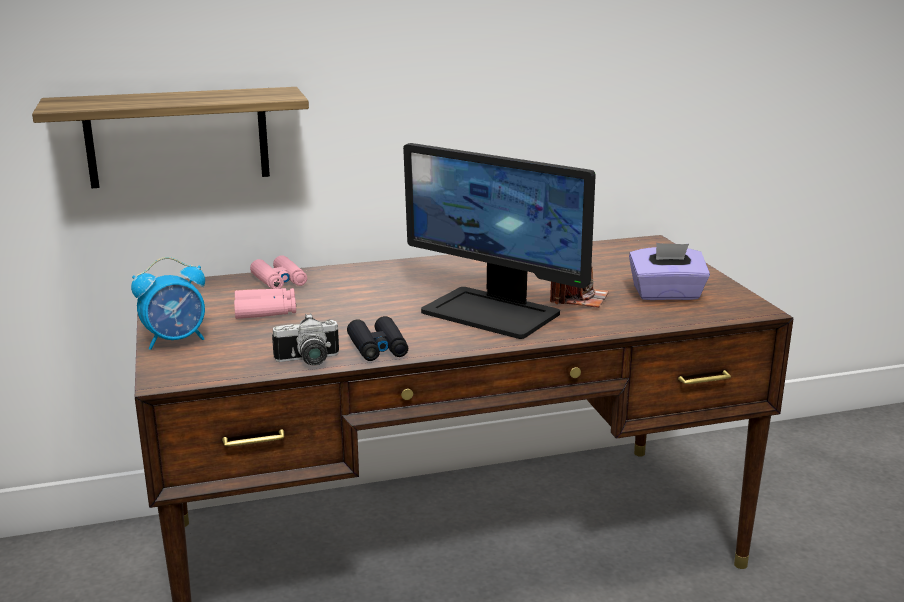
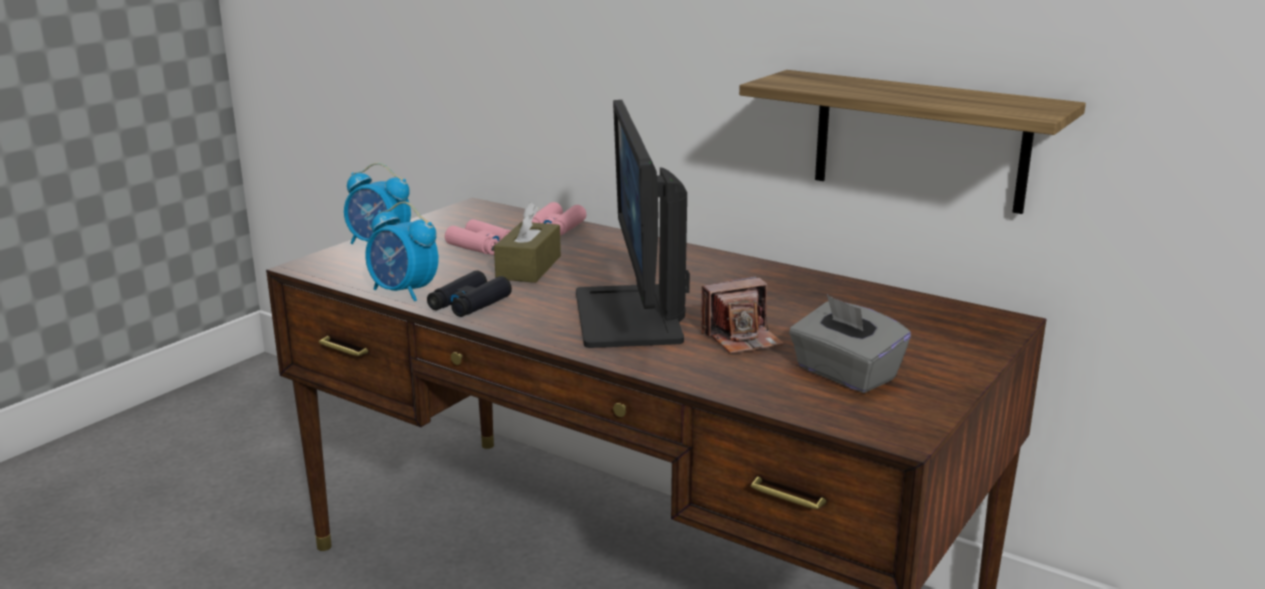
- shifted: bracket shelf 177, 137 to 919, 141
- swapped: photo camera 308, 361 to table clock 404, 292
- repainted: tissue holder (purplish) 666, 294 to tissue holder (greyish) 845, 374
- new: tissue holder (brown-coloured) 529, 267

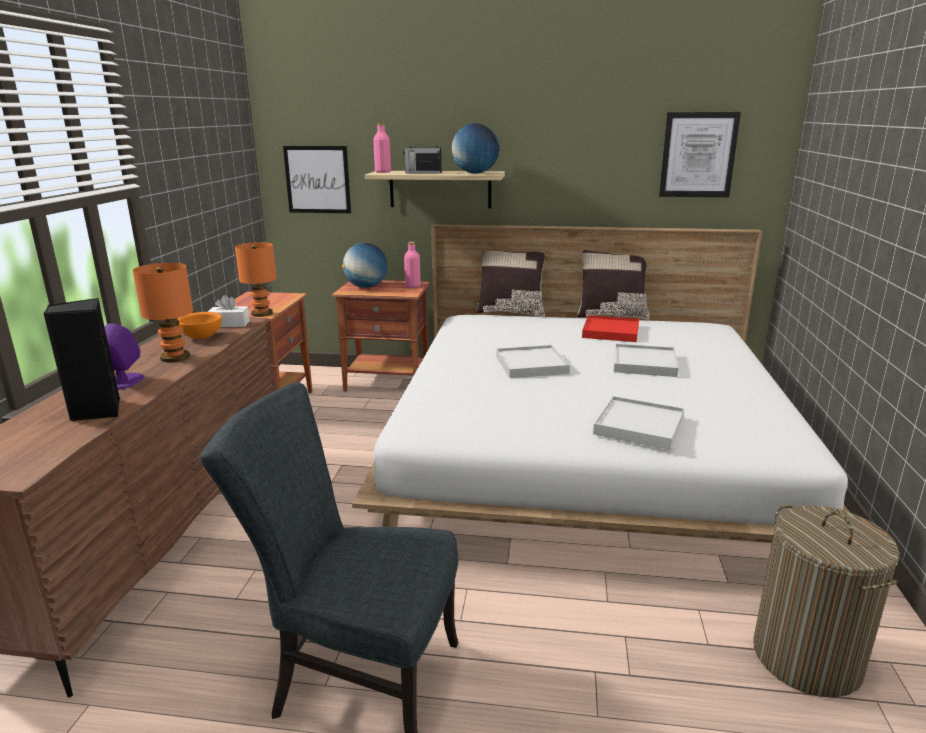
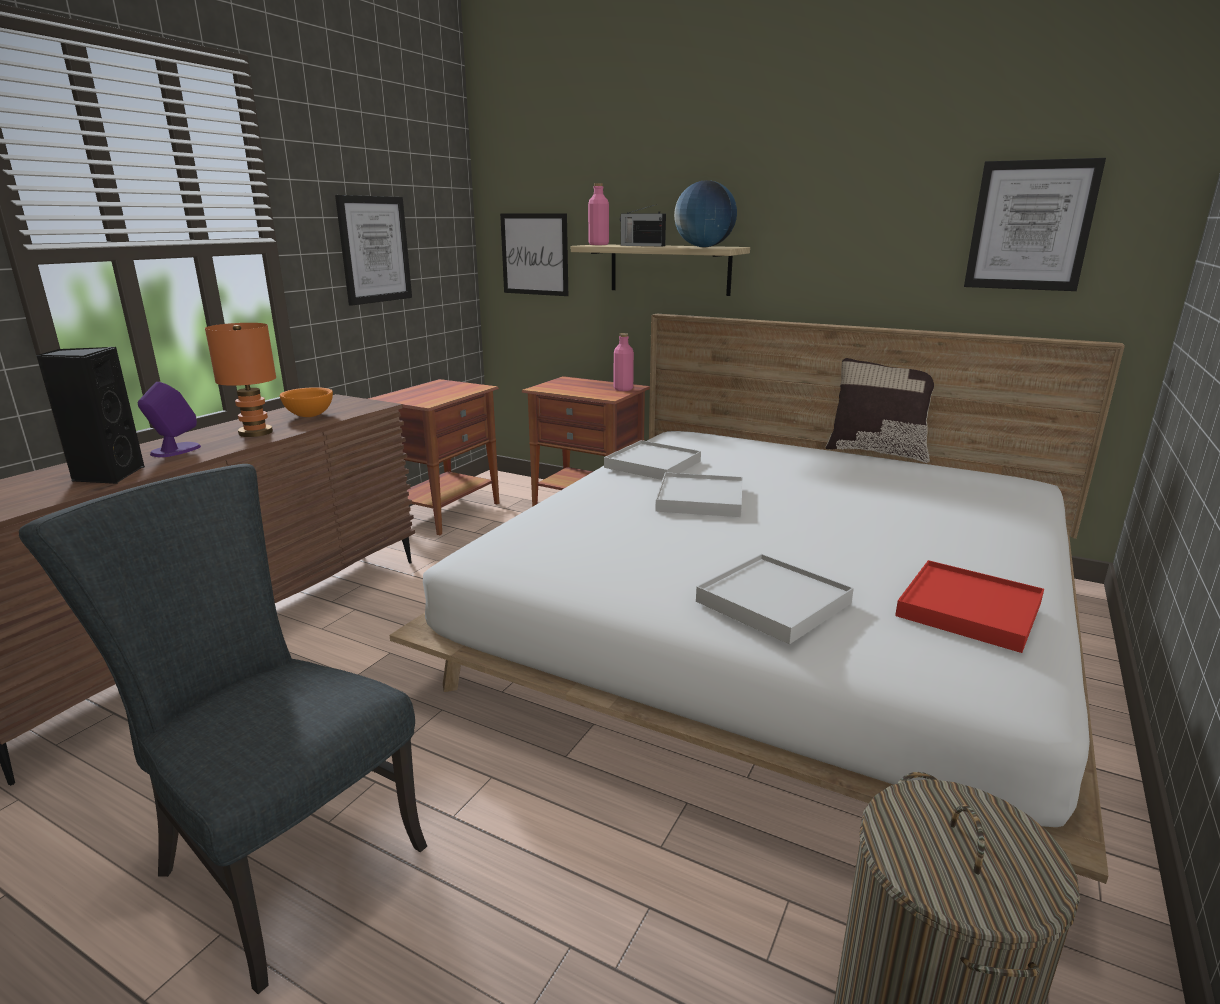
- gone: tissue holder (white-coloured) 229, 324
- gone: table lamp (orange-coloured) 261, 314
- gone: desk globe 366, 287
- gone: pillow 511, 312
- shifted: carrying tray (red) 610, 332 to 968, 610
- shifted: carrying tray (white-coloured) 644, 363 to 652, 464
- new: wall picture 374, 249

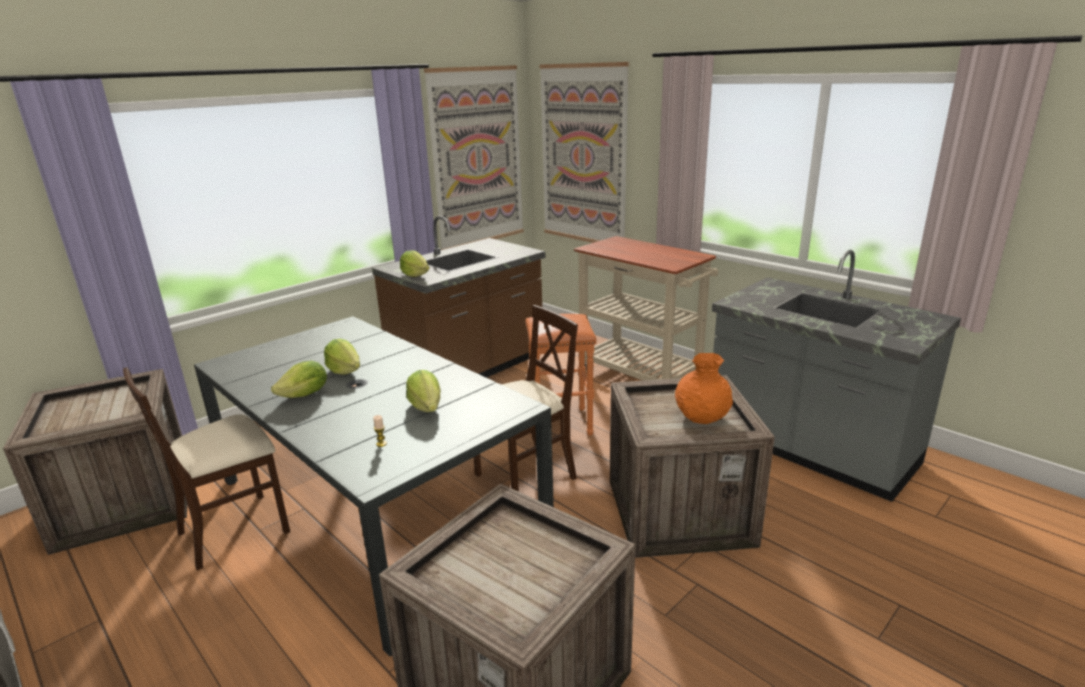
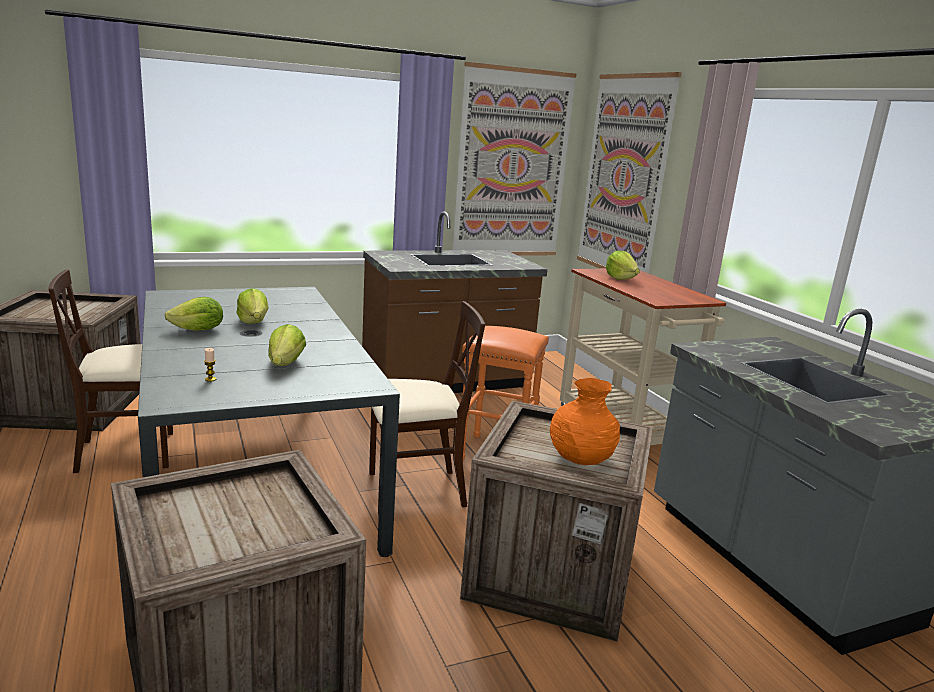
- shifted: lettuce head 415, 275 to 620, 278

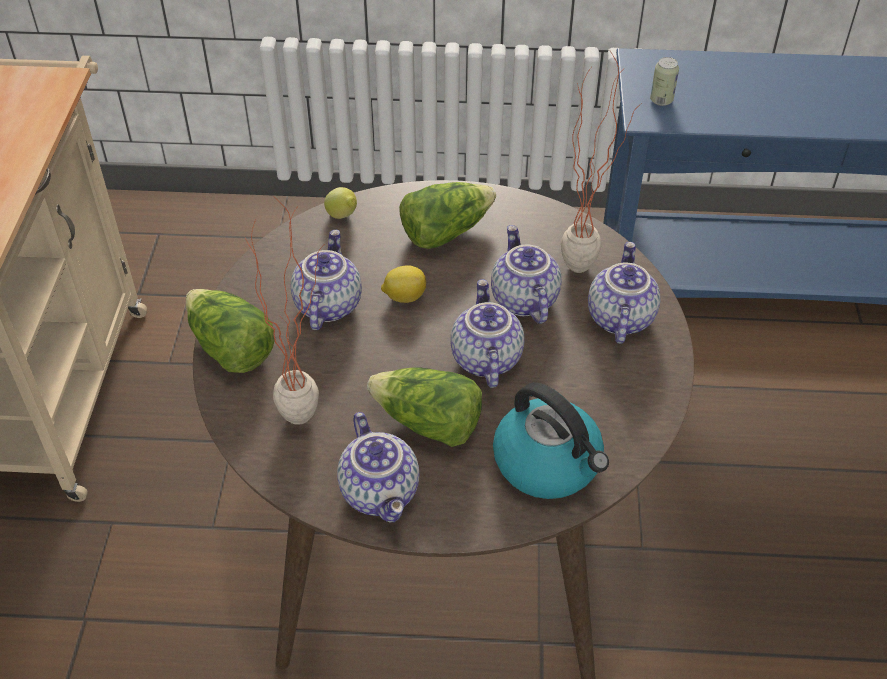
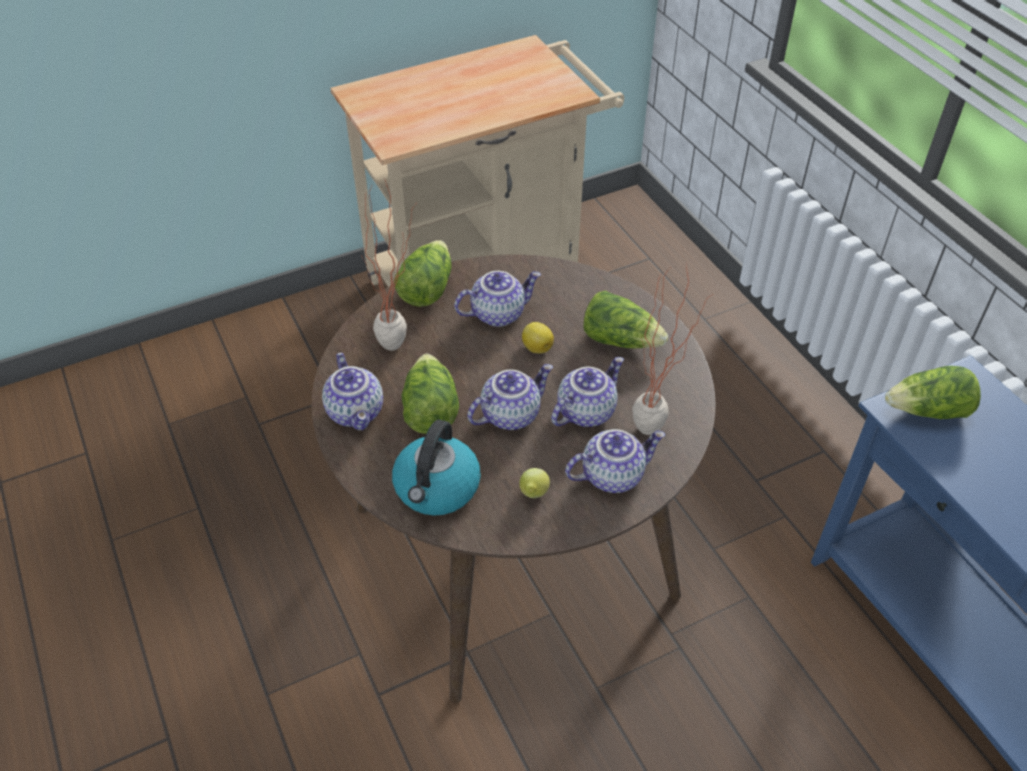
- shifted: citrus fruit 343, 216 to 533, 494
- rotated: teapot 382, 492 = 357, 412 60 degrees counterclockwise
- swapped: can 661, 100 to lettuce head 928, 411

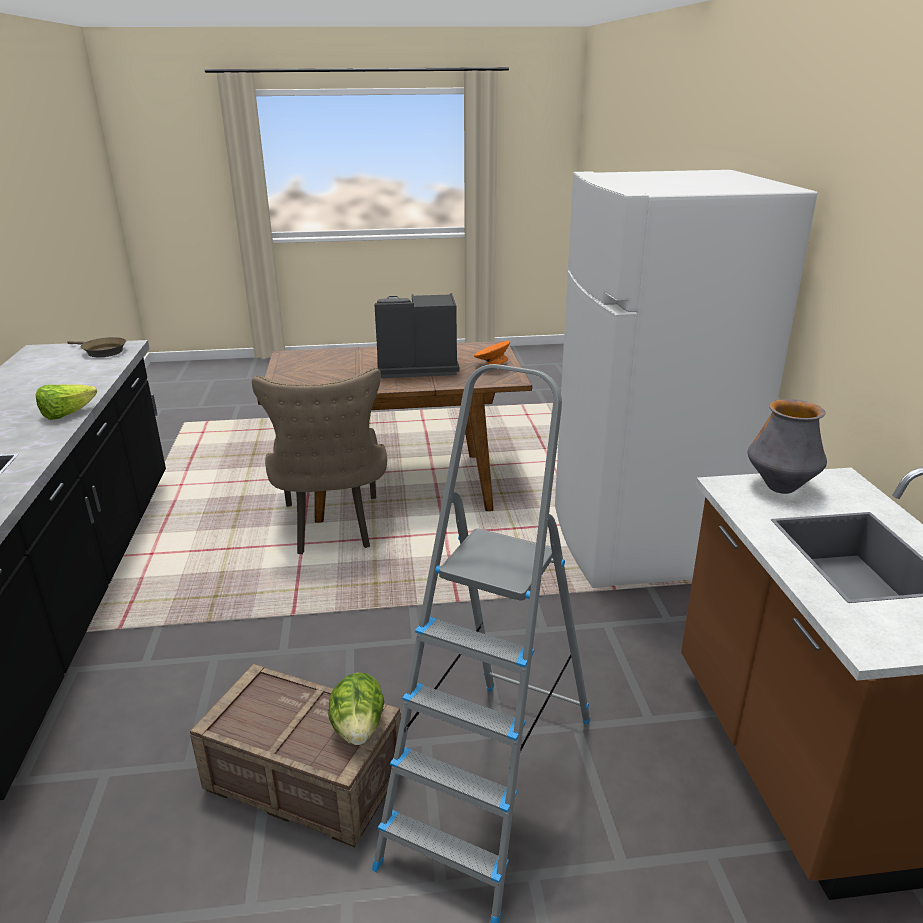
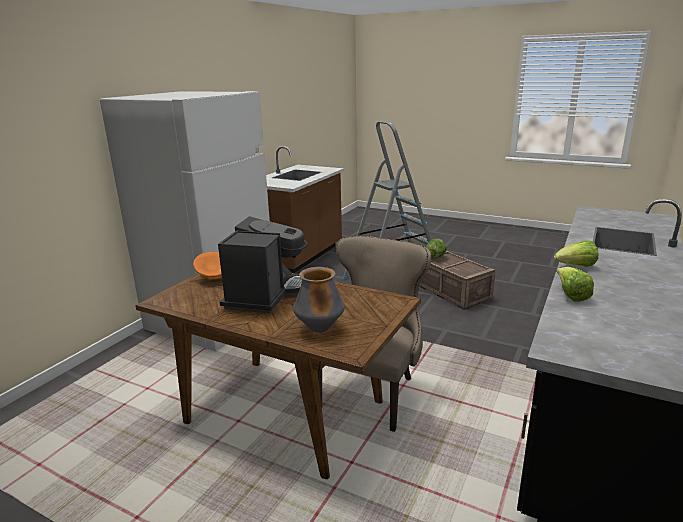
- gone: frying pan (brown-coloured) 102, 352
- rotated: coffee brewer 414, 368 = 265, 295 105 degrees counterclockwise
- shifted: flower vase 780, 488 to 320, 329
- new: lettuce head 570, 295

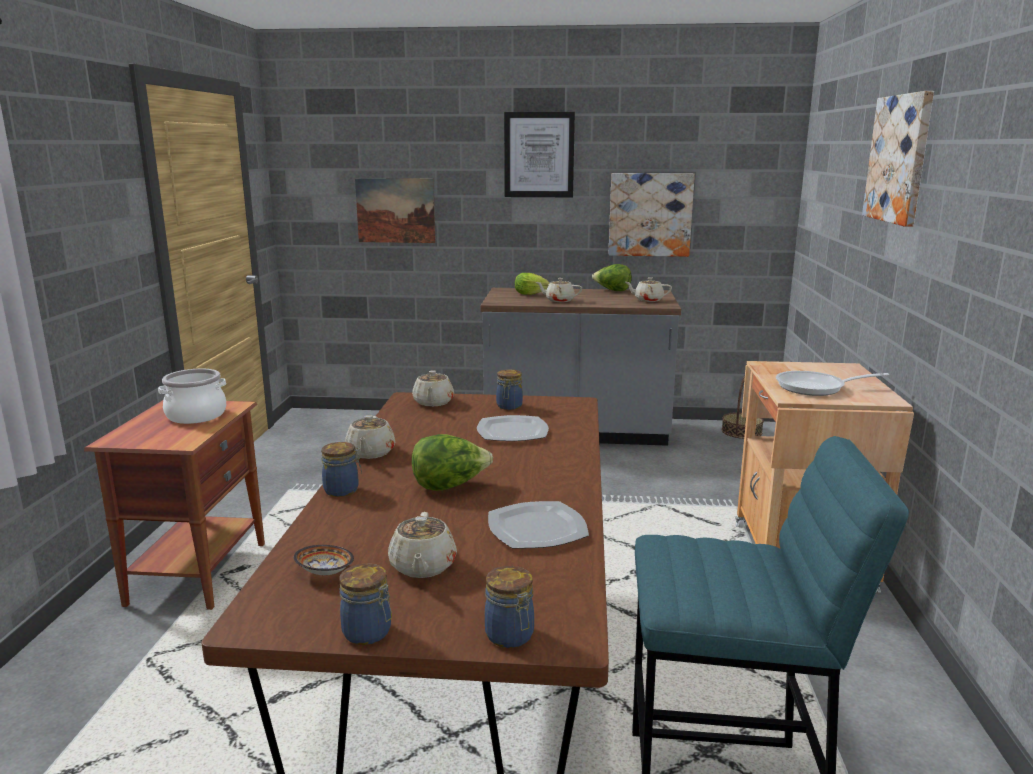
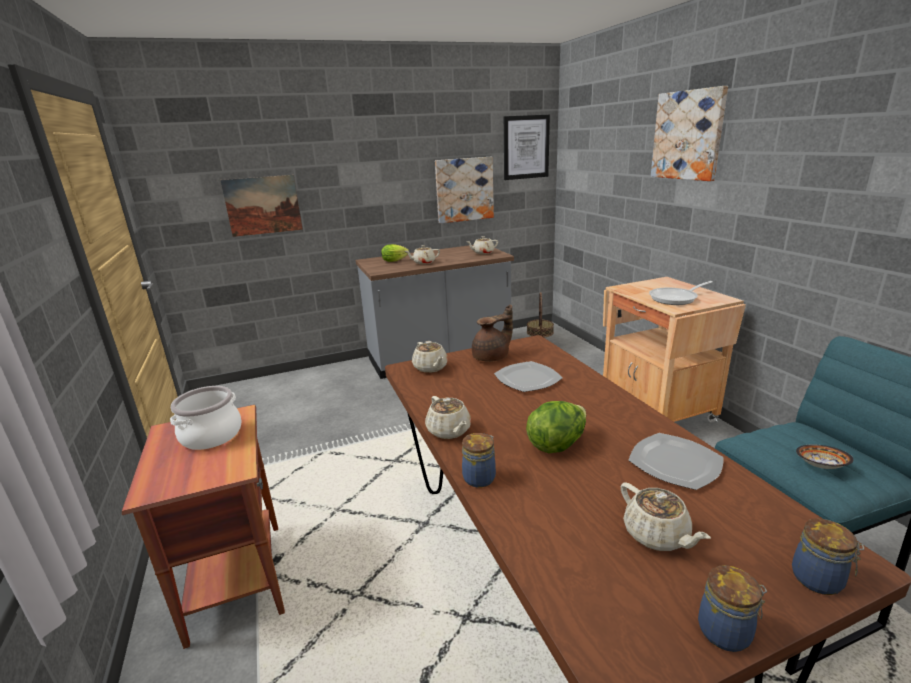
- shifted: deep dish 325, 572 to 821, 466
- swapped: preserve jar 509, 406 to teapot (brown-coloured) 492, 357
- shifted: wall picture 539, 155 to 526, 147
- gone: lettuce head 612, 291

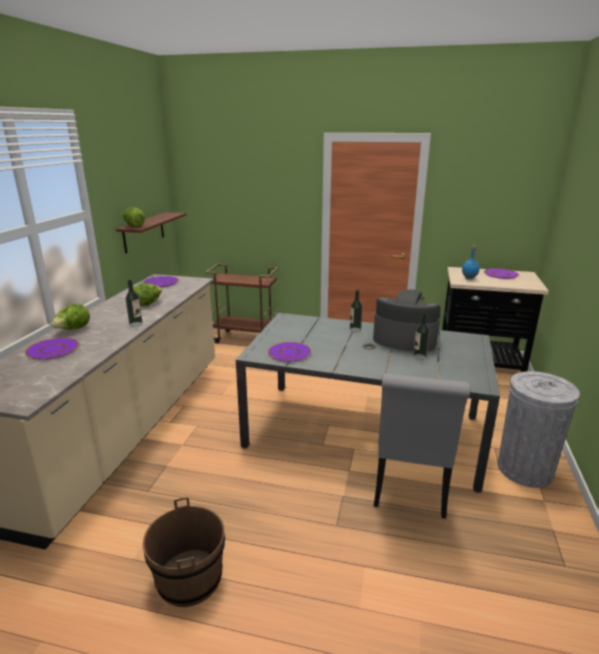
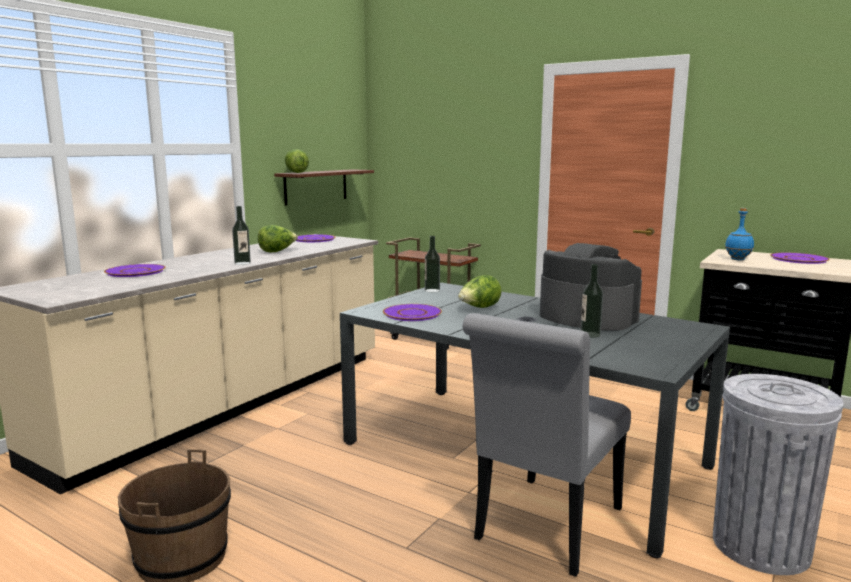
- shifted: lettuce head 73, 329 to 479, 308
- shifted: beverage bottle 355, 330 to 432, 290

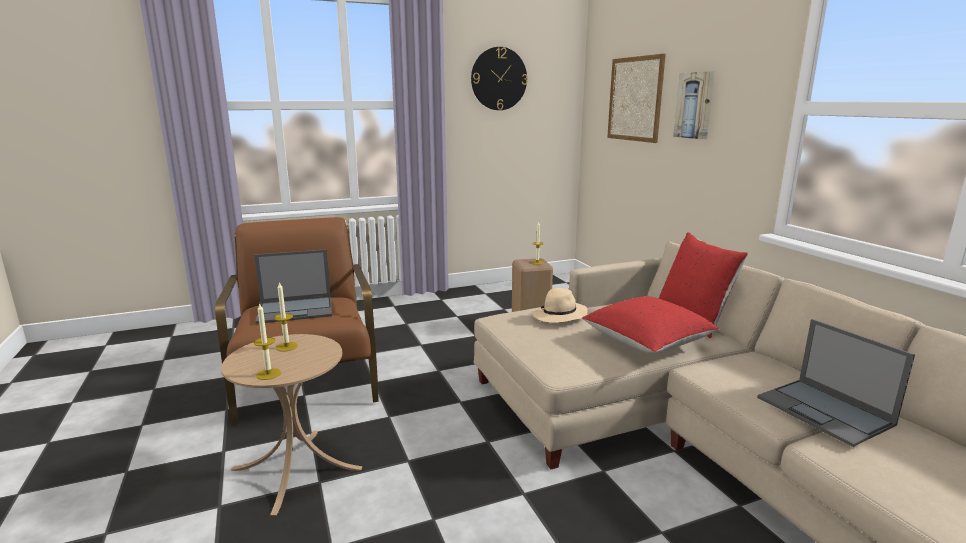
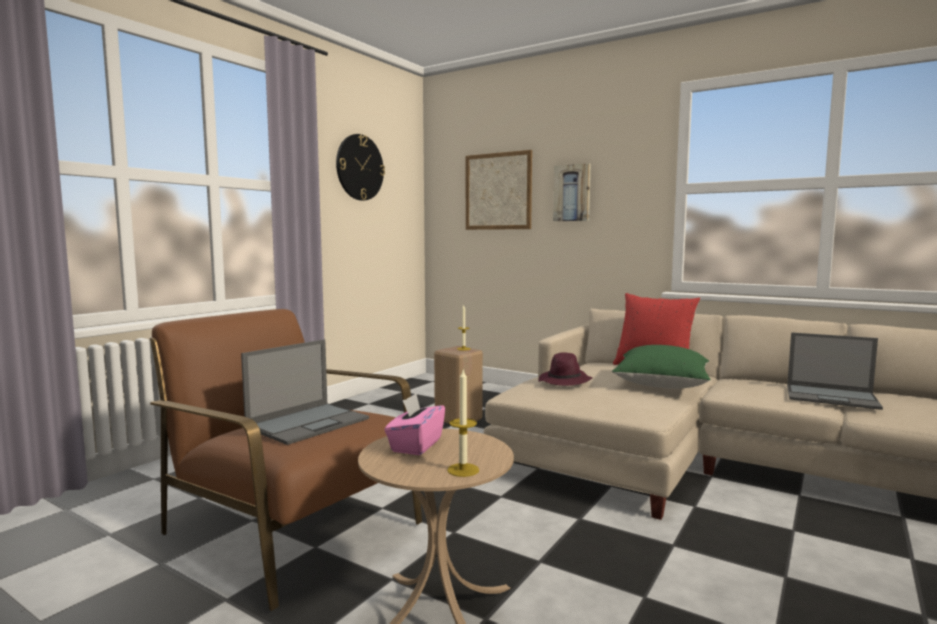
- swapped: wax candle 287, 346 to tissue holder (pink) 415, 445
- repainted: hat (sand-coloured) 559, 316 to hat (purplish) 565, 382
- repainted: pillow (red) 647, 342 to pillow (green-coloured) 661, 385

